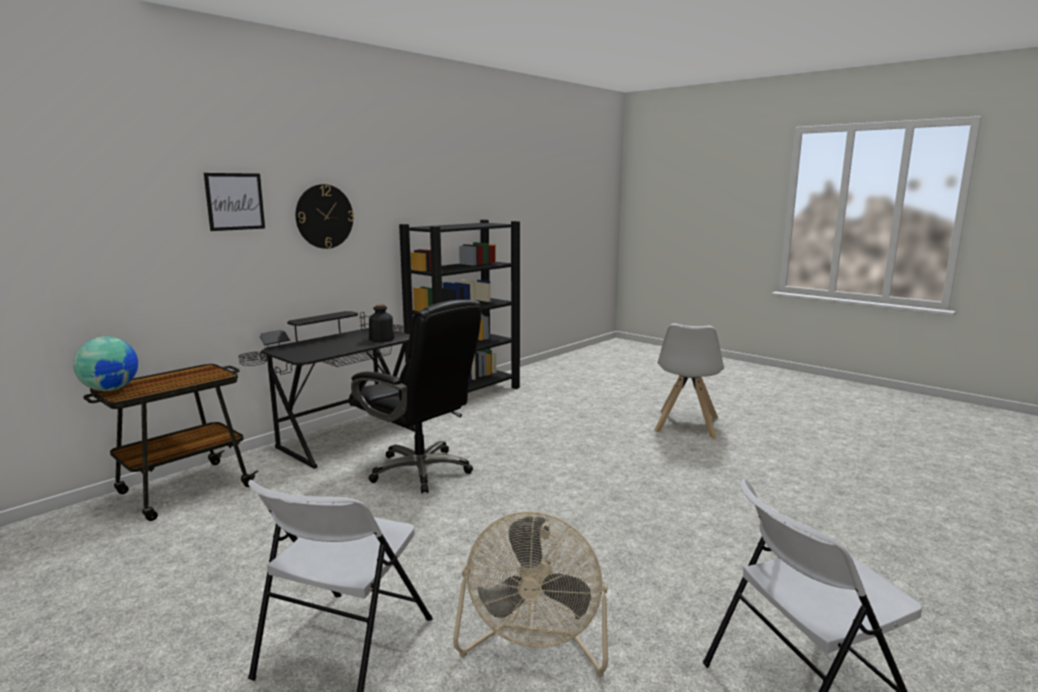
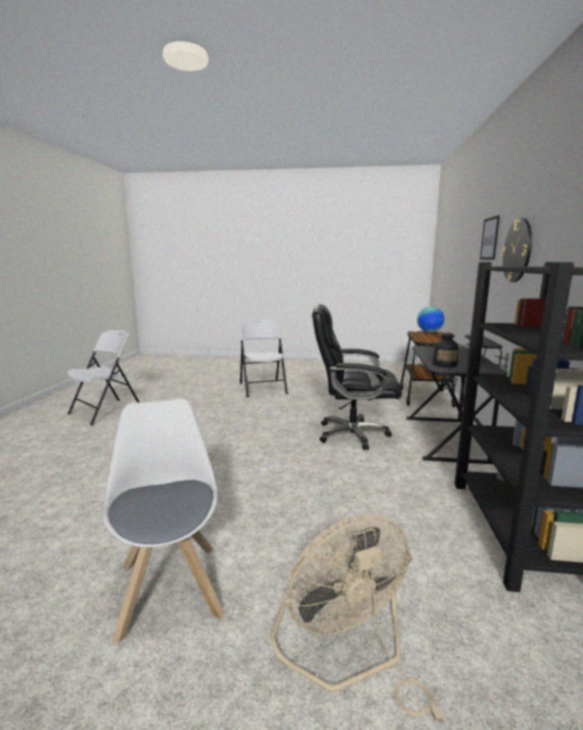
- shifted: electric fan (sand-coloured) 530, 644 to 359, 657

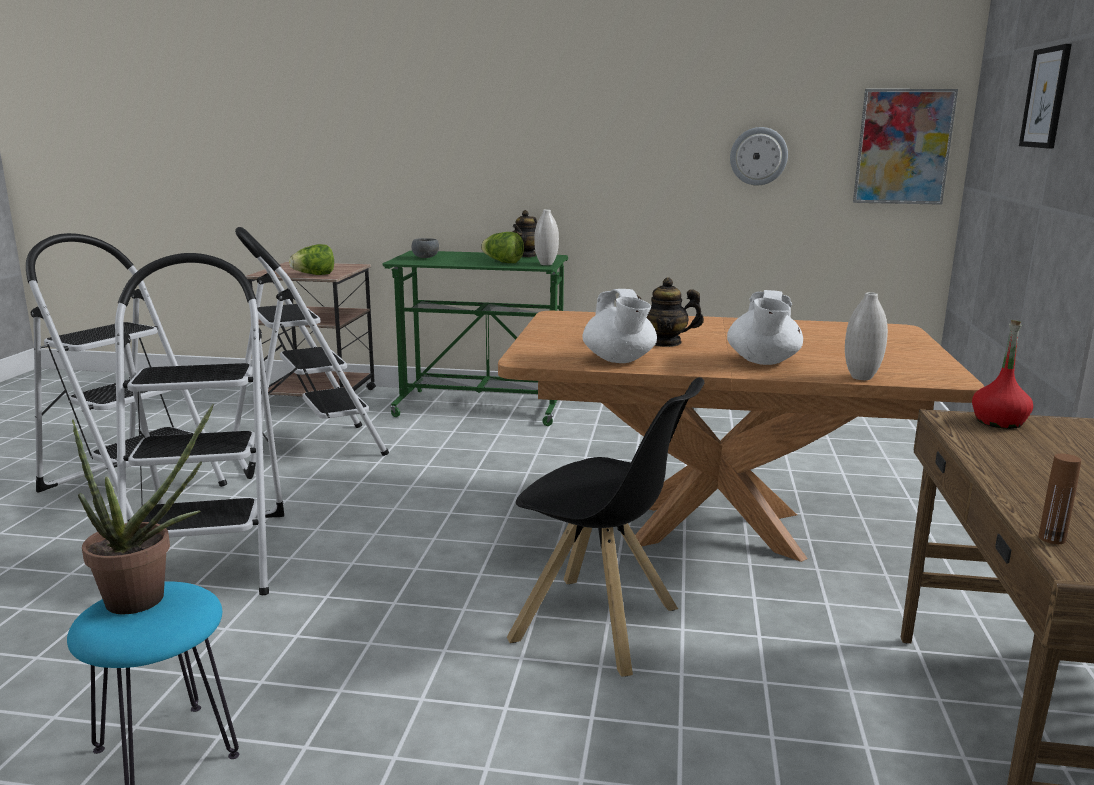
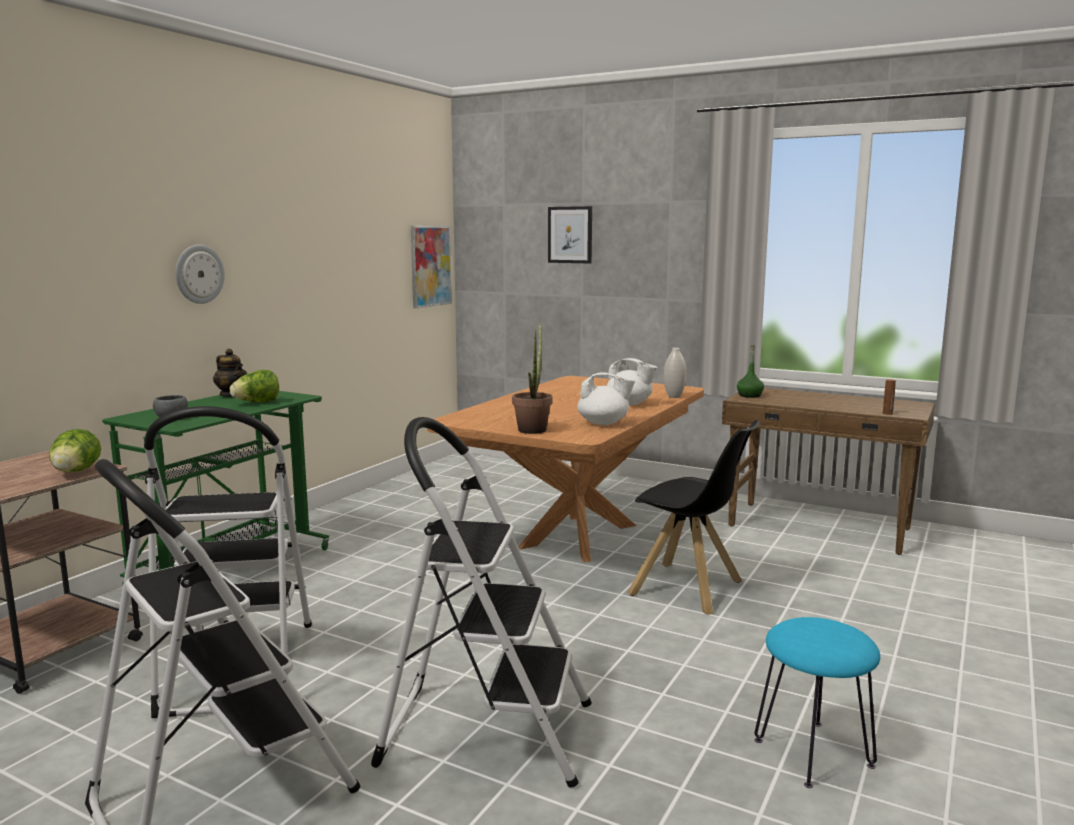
- shifted: potted plant 149, 599 to 533, 429
- rotated: plain chair (black-coloured) 600, 625 = 689, 588 75 degrees clockwise
- gone: flower vase (white-coloured) 546, 264
- gone: teapot 665, 343
- shifted: wall clock 758, 156 to 199, 274
- repainted: beverage bottle (red) 998, 422 to beverage bottle (green-coloured) 749, 395

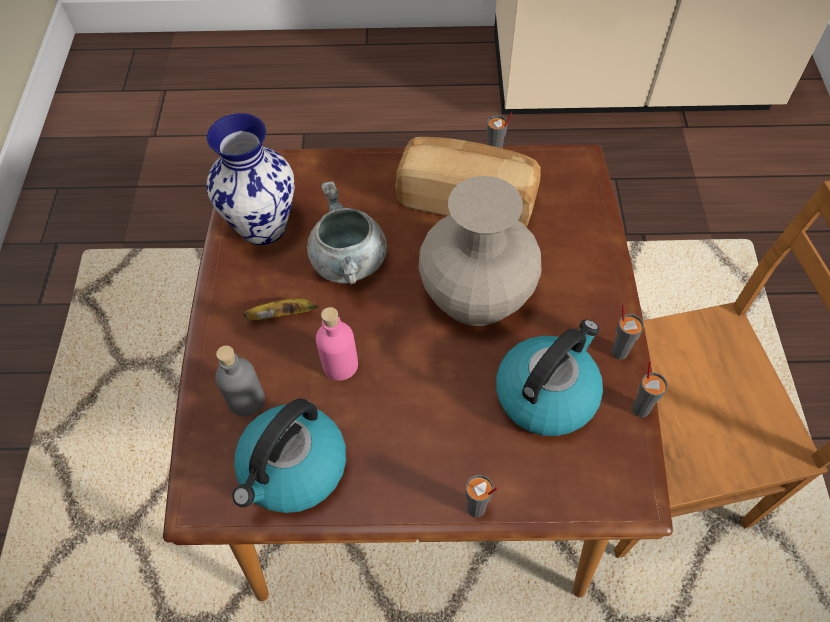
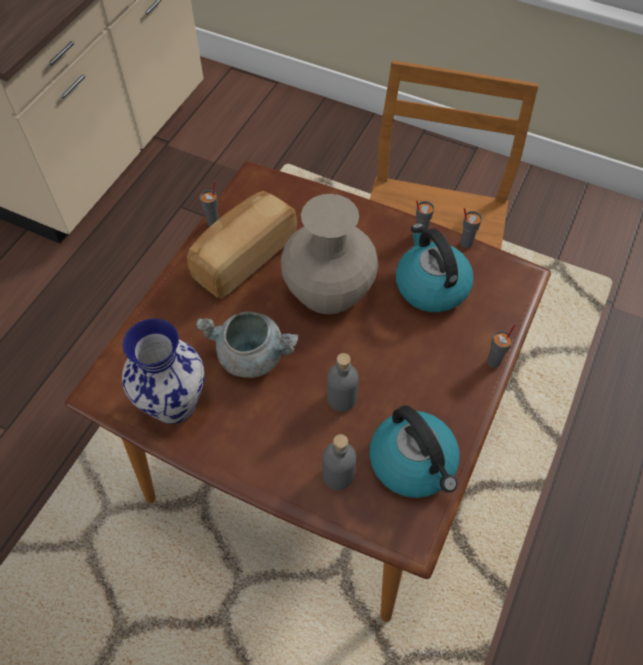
- gone: banana 283, 315
- repainted: beverage bottle (pink) 340, 365 to beverage bottle (greyish) 341, 398

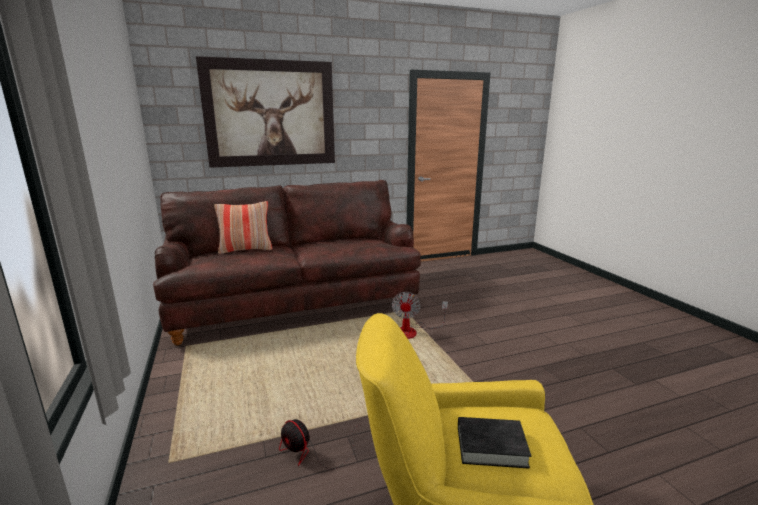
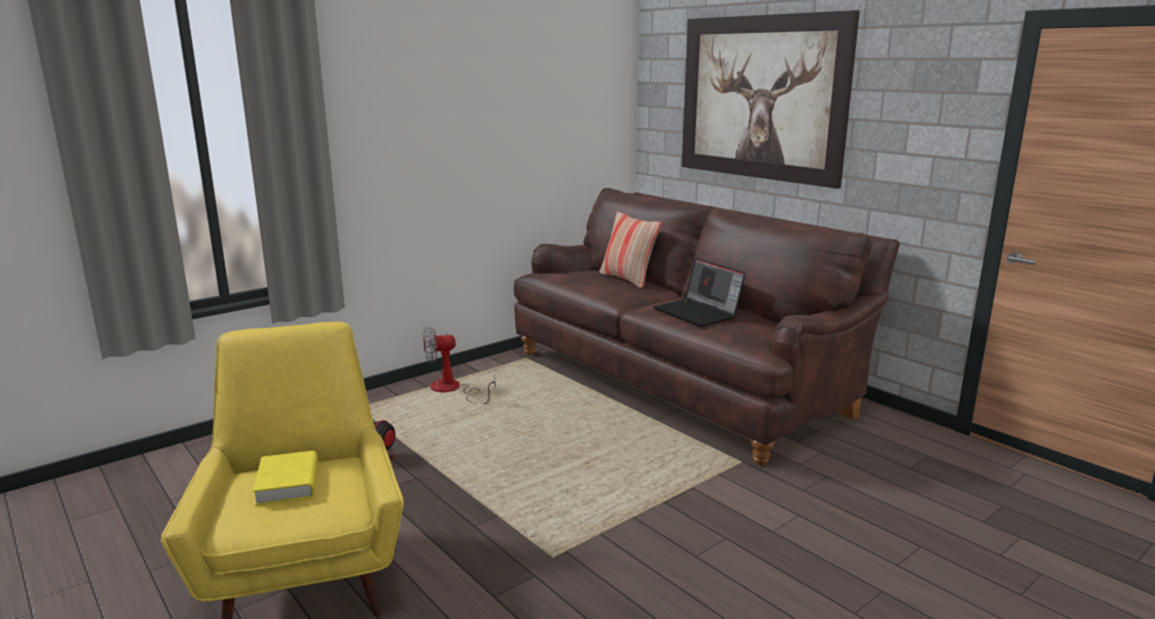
- shifted: electric fan 412, 331 to 453, 390
- repainted: bound book (black-coloured) 491, 446 to bound book (yellowish) 288, 483
- new: laptop 698, 313

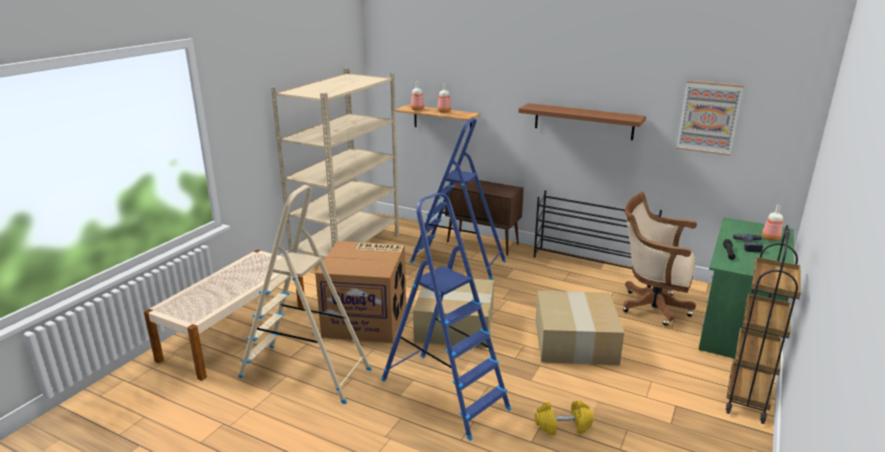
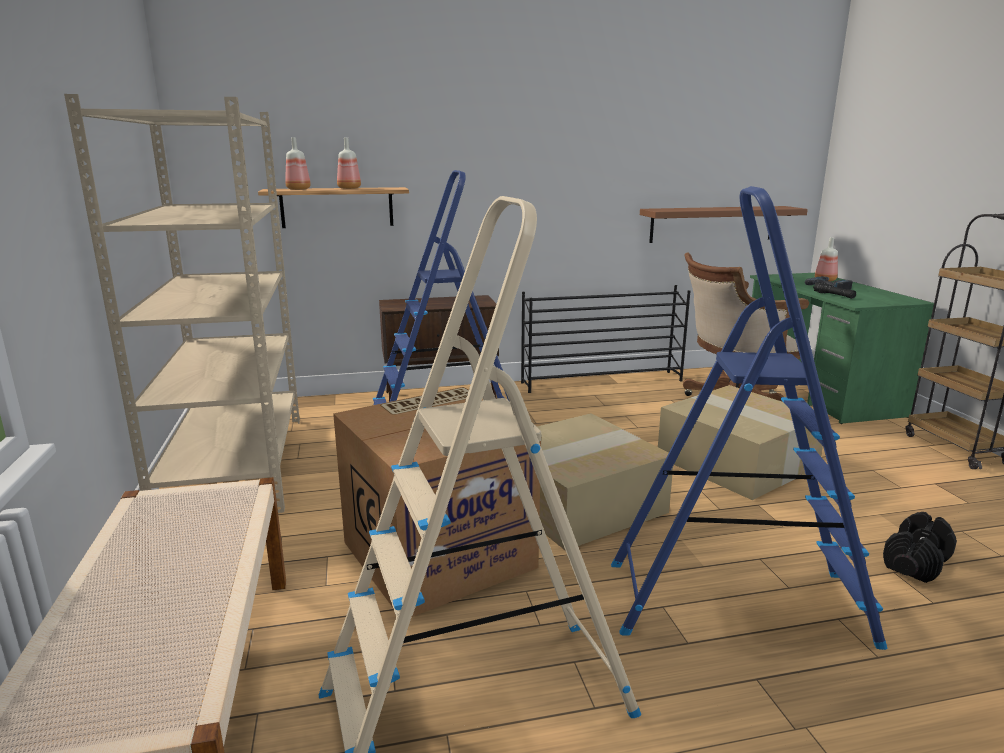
- shifted: bracket shelf (brown-coloured) 583, 121 to 712, 224
- repainted: free weight (yellowish) 563, 426 to free weight (black-coloured) 916, 562
- gone: wall picture 708, 117

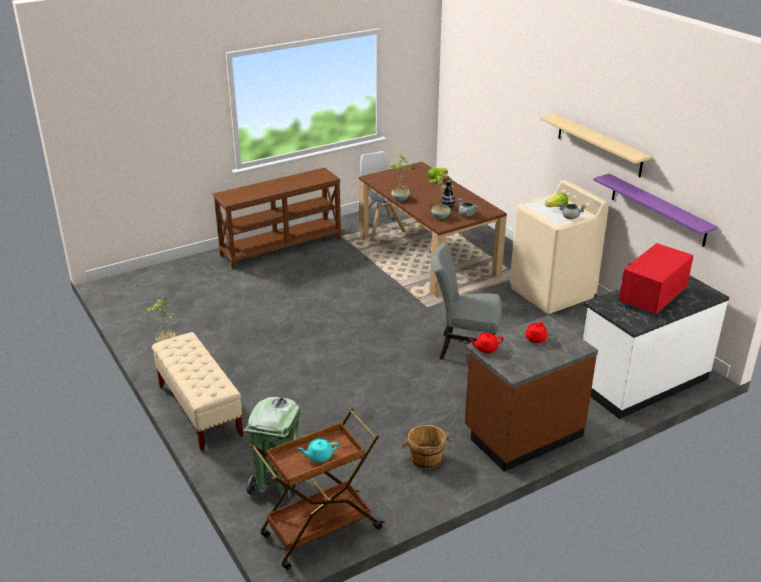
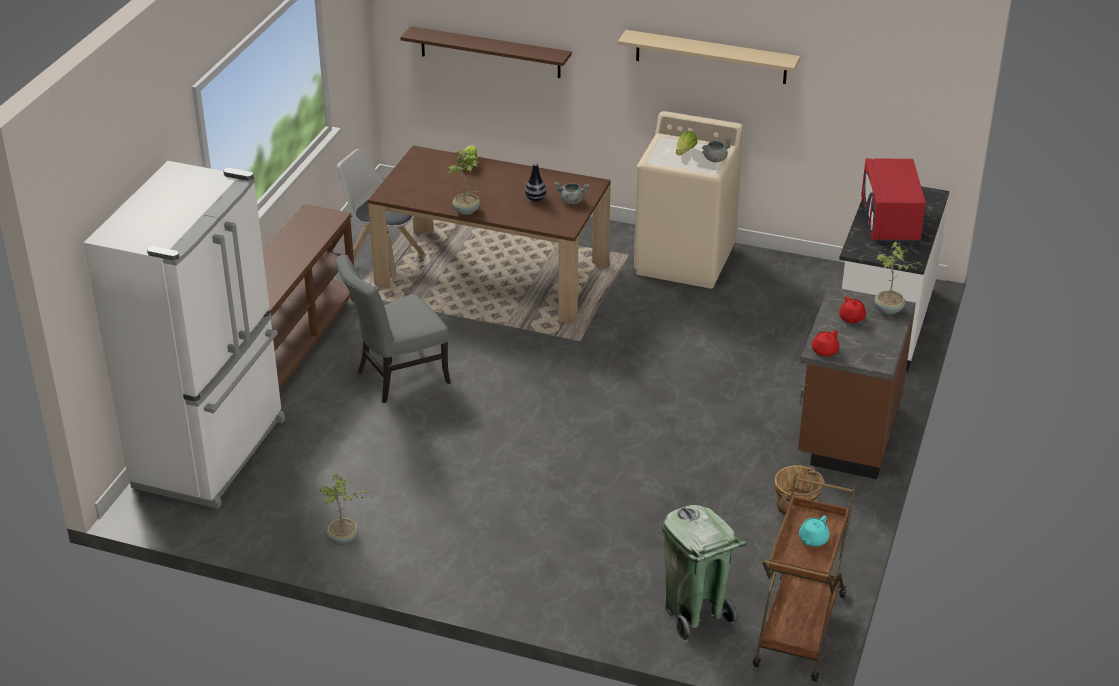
- gone: indoor bench (sand-coloured) 199, 410
- shifted: potted plant 440, 216 to 889, 310
- shifted: plain chair (greyish) 464, 348 to 397, 378
- gone: bracket shelf (purplish) 658, 210
- new: fridge (white-coloured) 213, 453
- new: bracket shelf (brown-coloured) 490, 52

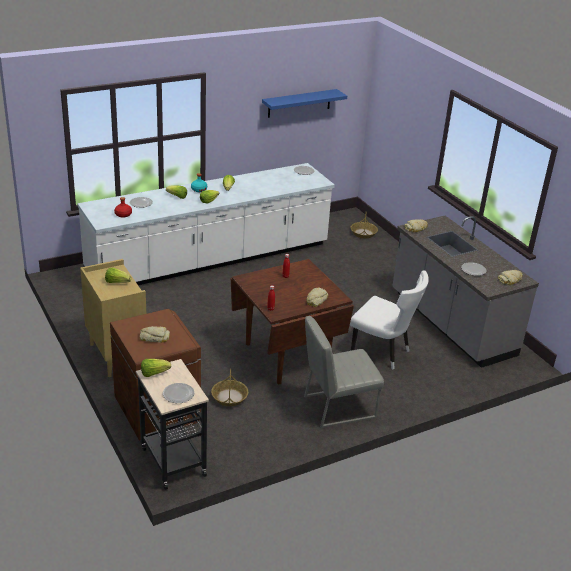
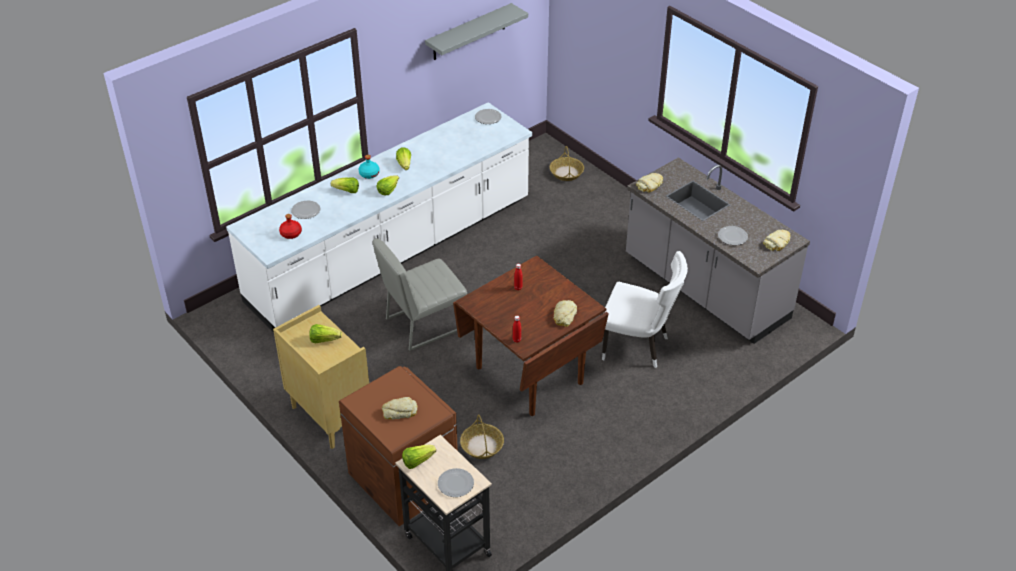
- repainted: bracket shelf (bluish) 299, 103 to bracket shelf (greyish) 469, 32
- shifted: plain chair (greyish) 337, 407 to 423, 324

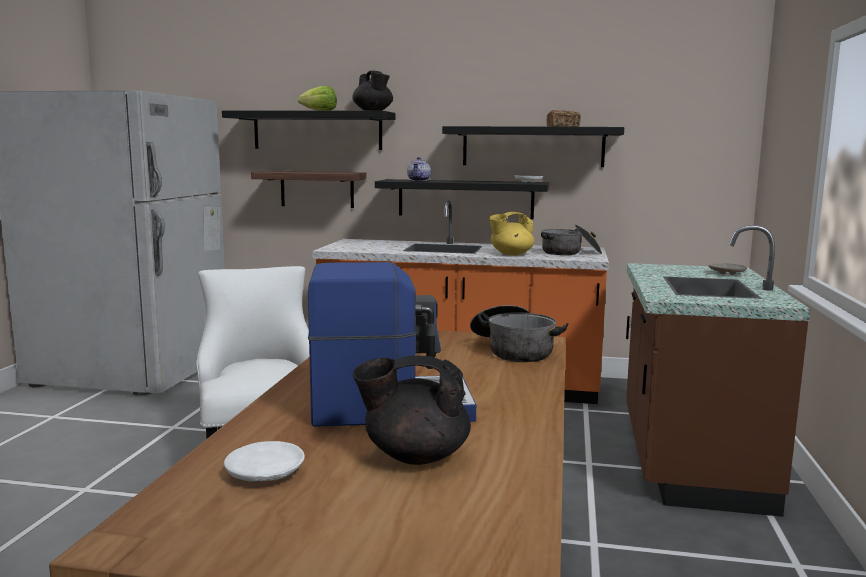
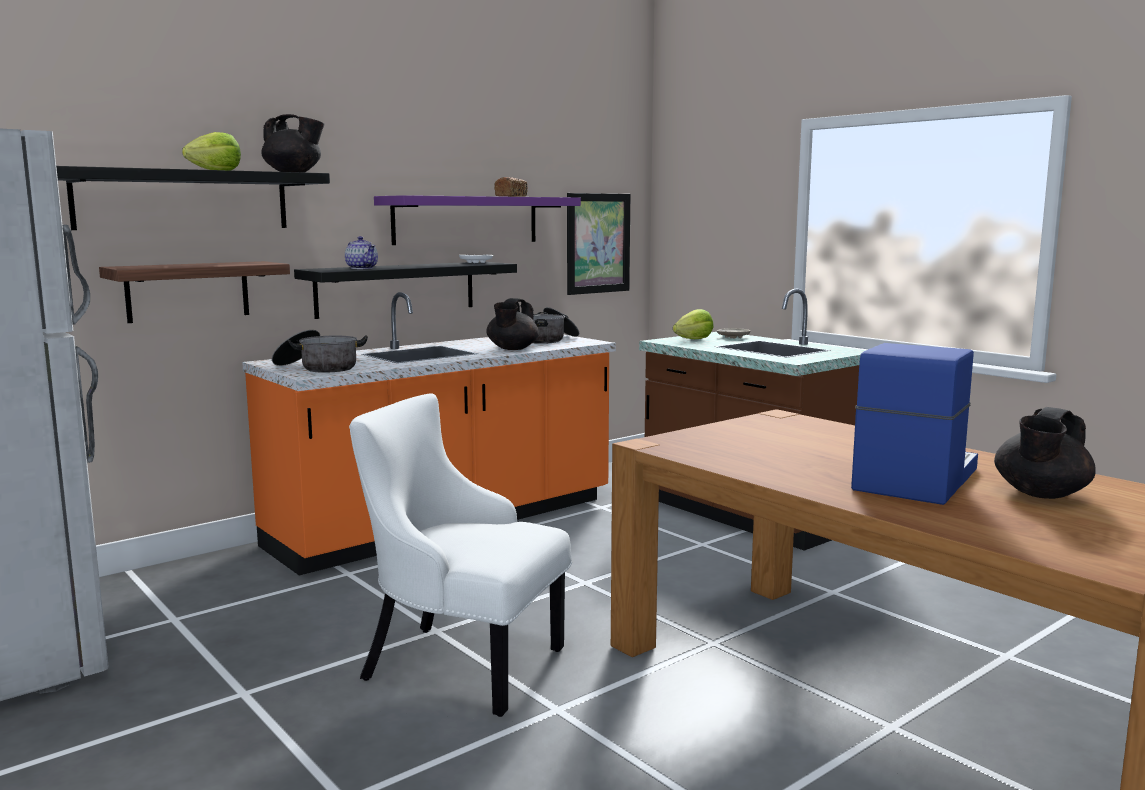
- gone: plate (white-coloured) 264, 474
- repainted: bracket shelf (black-coloured) 533, 147 to bracket shelf (purplish) 466, 220
- shifted: saucepot 513, 350 to 318, 368
- repainted: teapot (yellowish) 511, 254 to teapot (black-coloured) 512, 349
- new: wall picture 598, 243
- new: lettuce head 693, 339

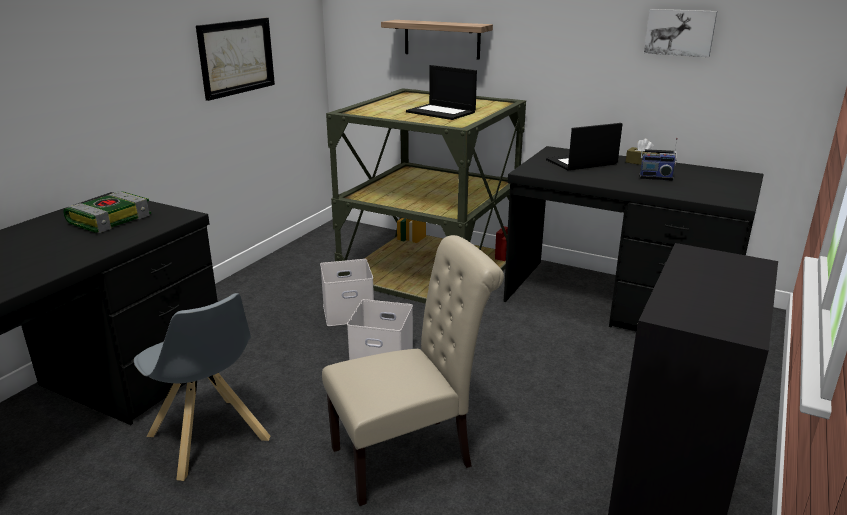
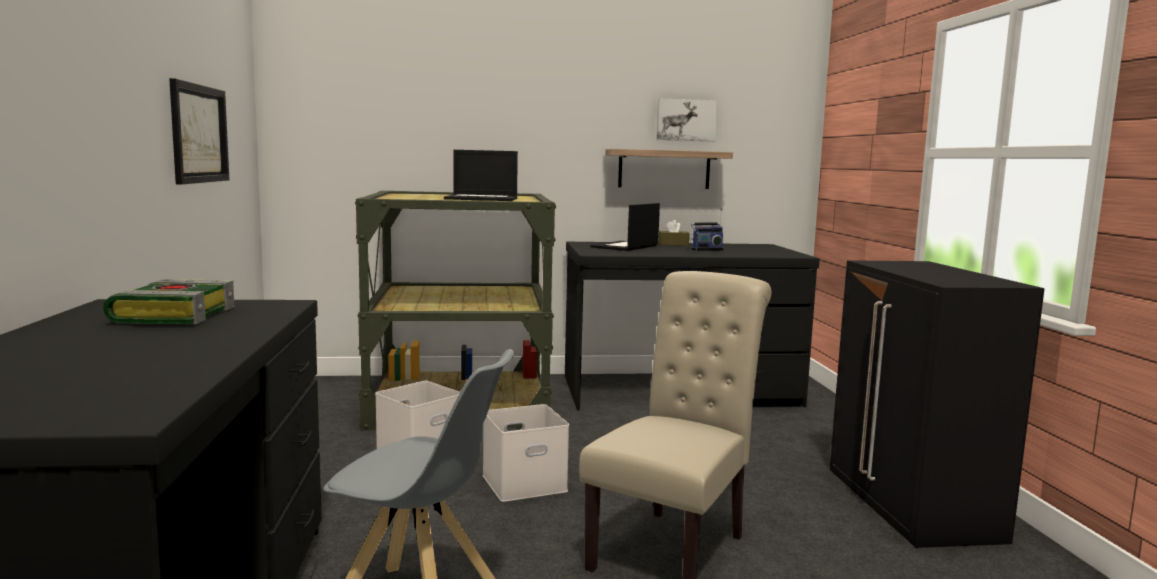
- shifted: bracket shelf 442, 39 to 664, 169

